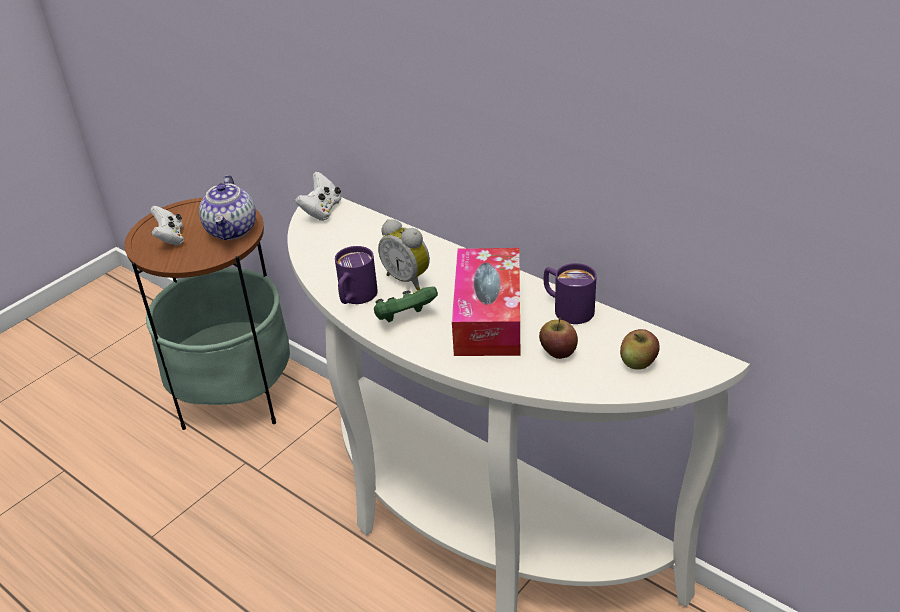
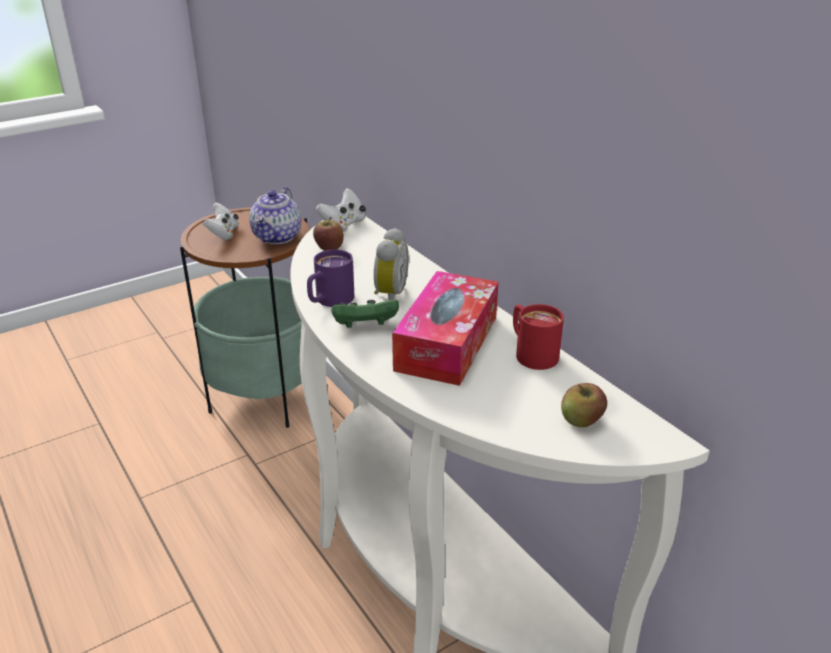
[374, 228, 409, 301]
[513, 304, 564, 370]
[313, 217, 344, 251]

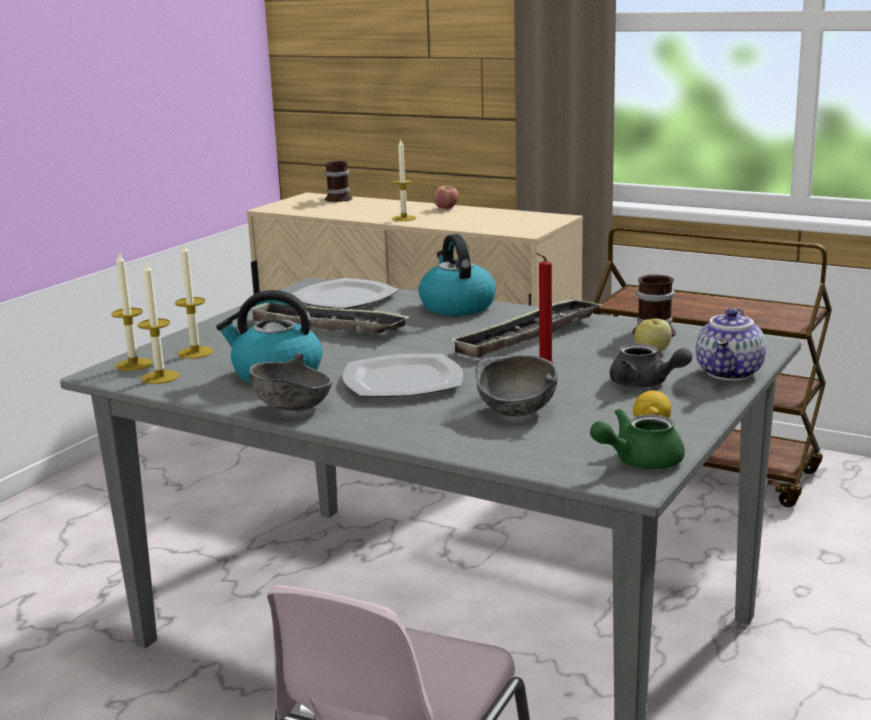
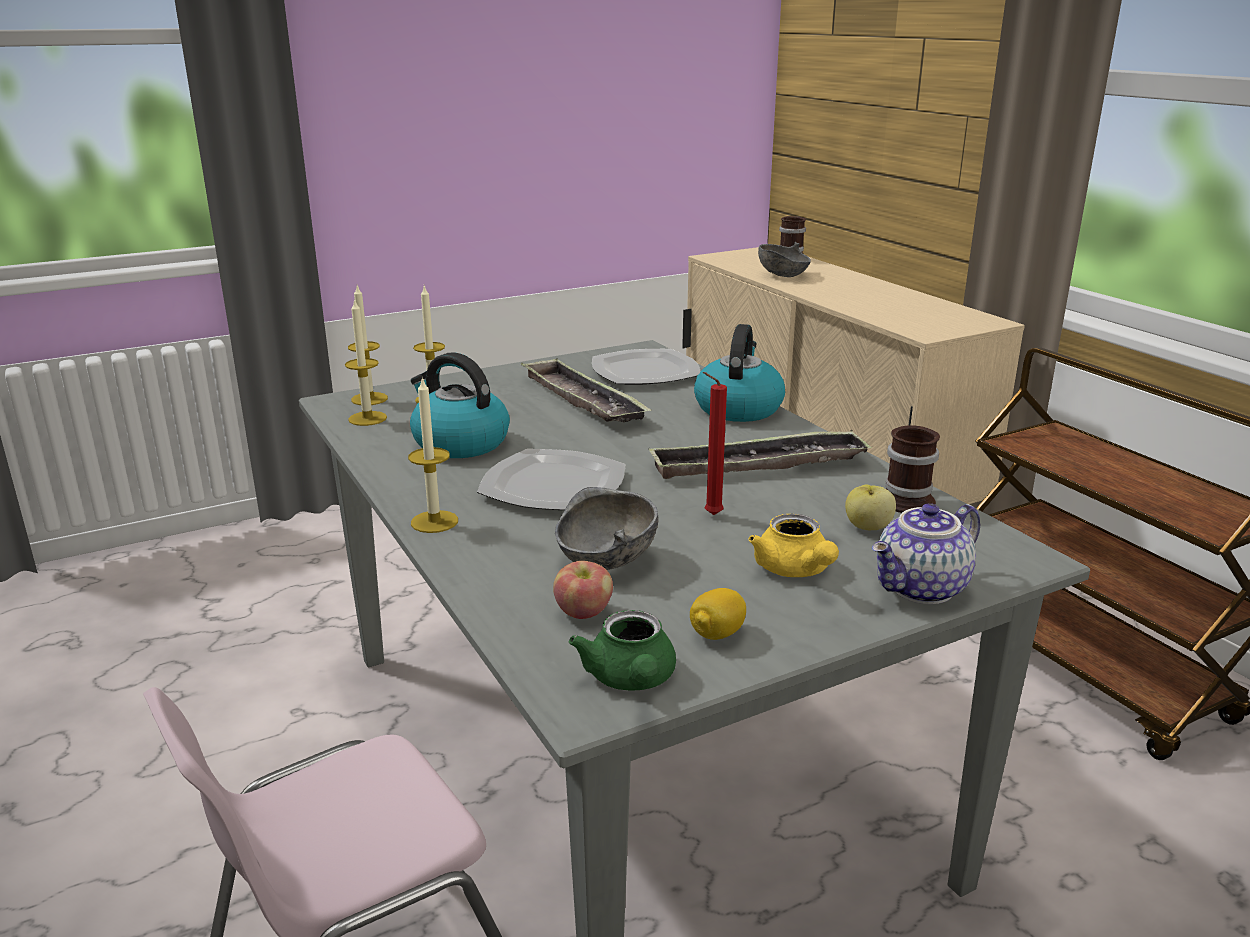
[408, 376, 458, 533]
[553, 561, 613, 619]
[748, 514, 839, 577]
[758, 242, 811, 277]
[569, 610, 676, 691]

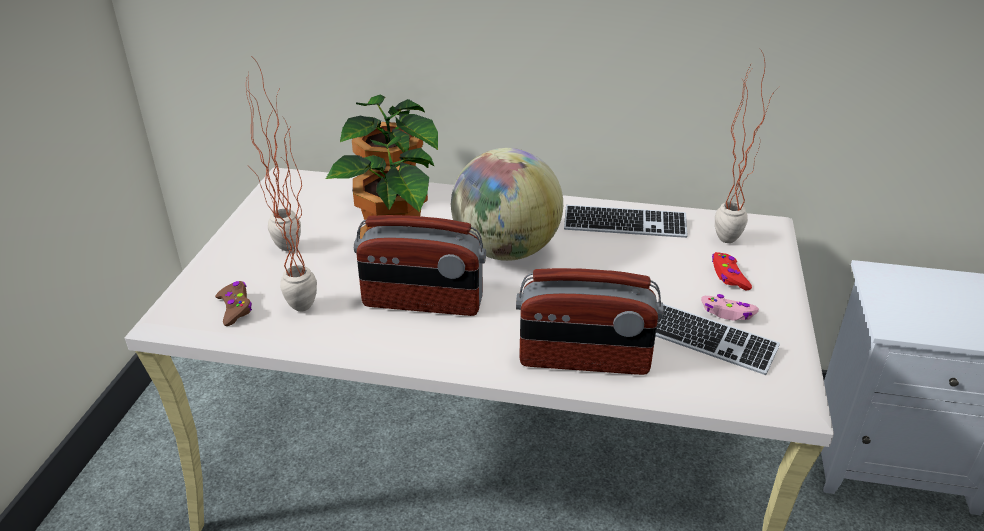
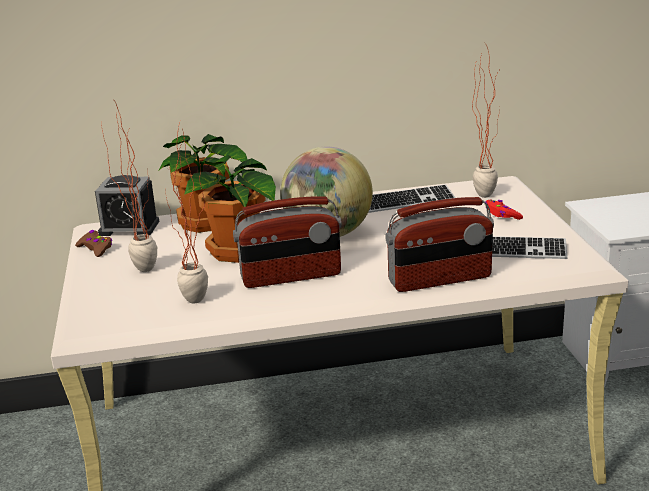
[75, 230, 112, 257]
[701, 294, 759, 321] (first image)
[95, 175, 159, 236]

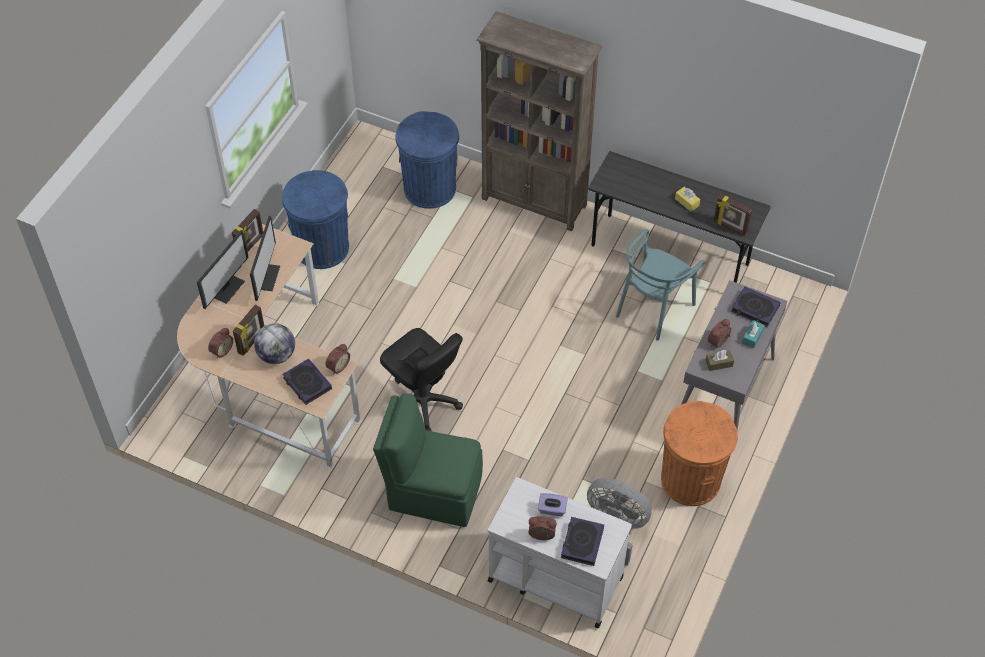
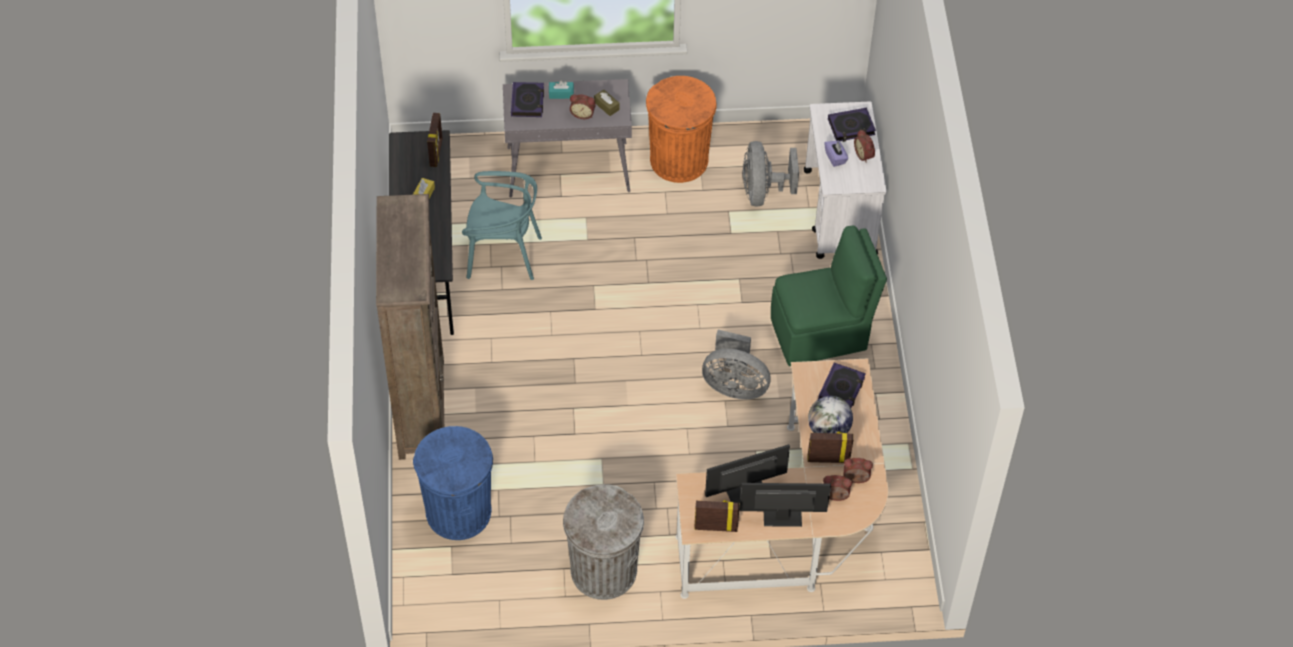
[563, 484, 644, 600]
[702, 330, 771, 400]
[823, 475, 852, 501]
[771, 225, 887, 366]

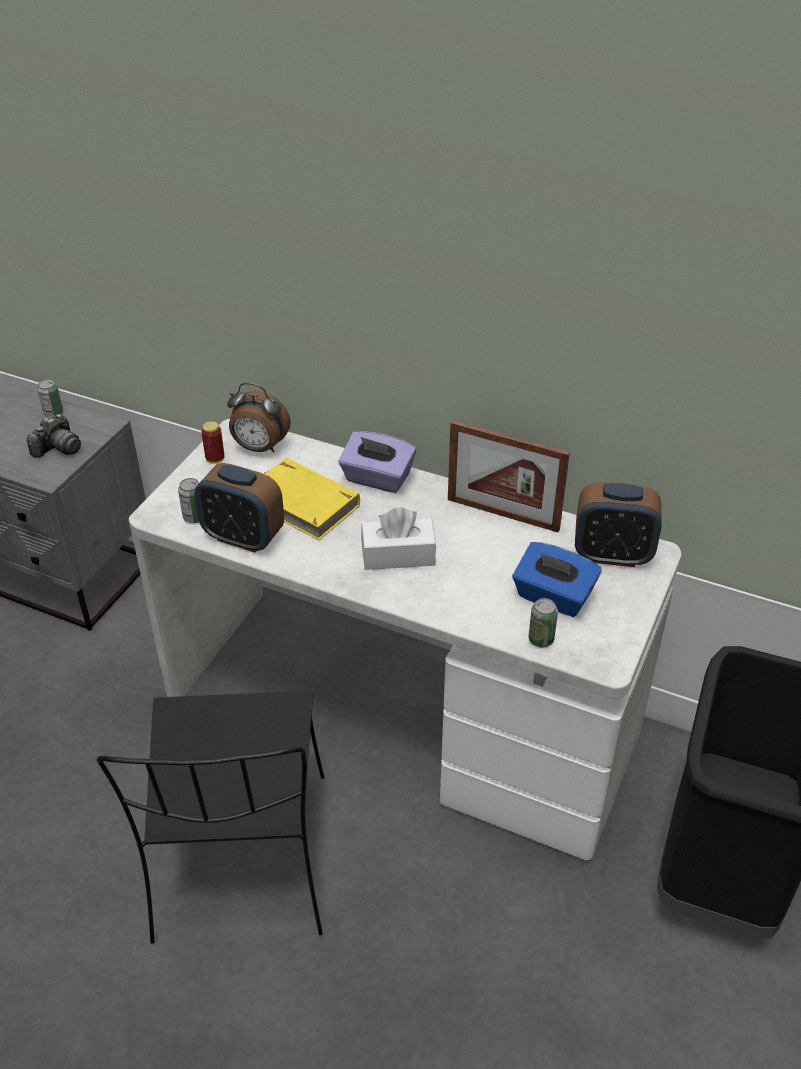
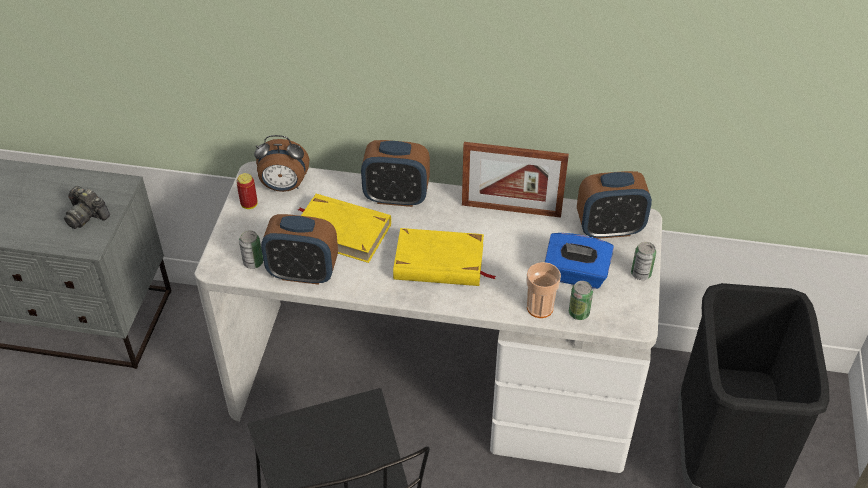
[631, 242, 656, 280]
[64, 186, 110, 229]
[361, 140, 430, 207]
[393, 228, 496, 286]
[526, 262, 561, 318]

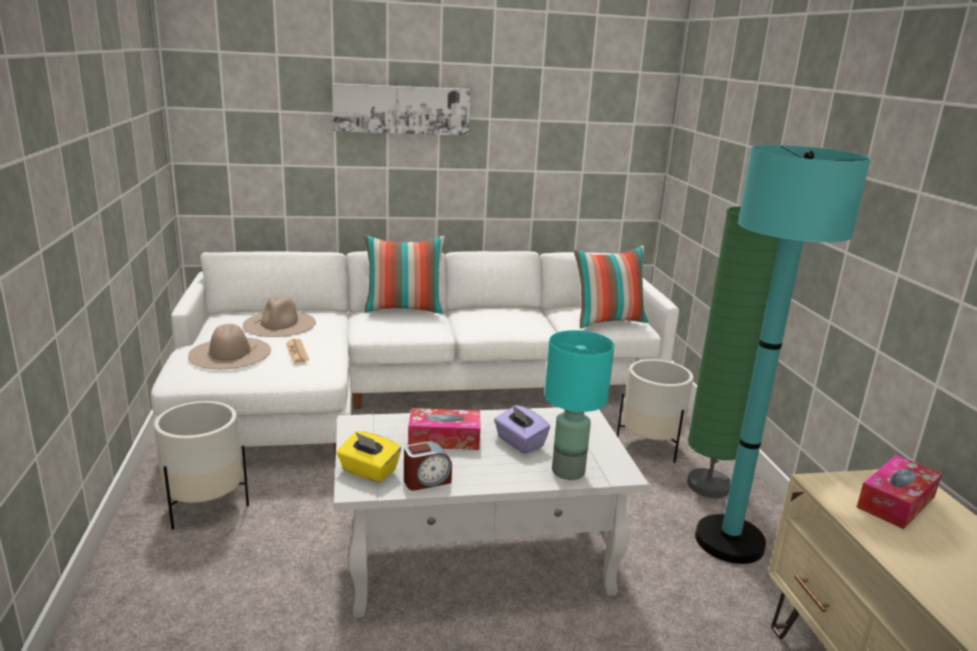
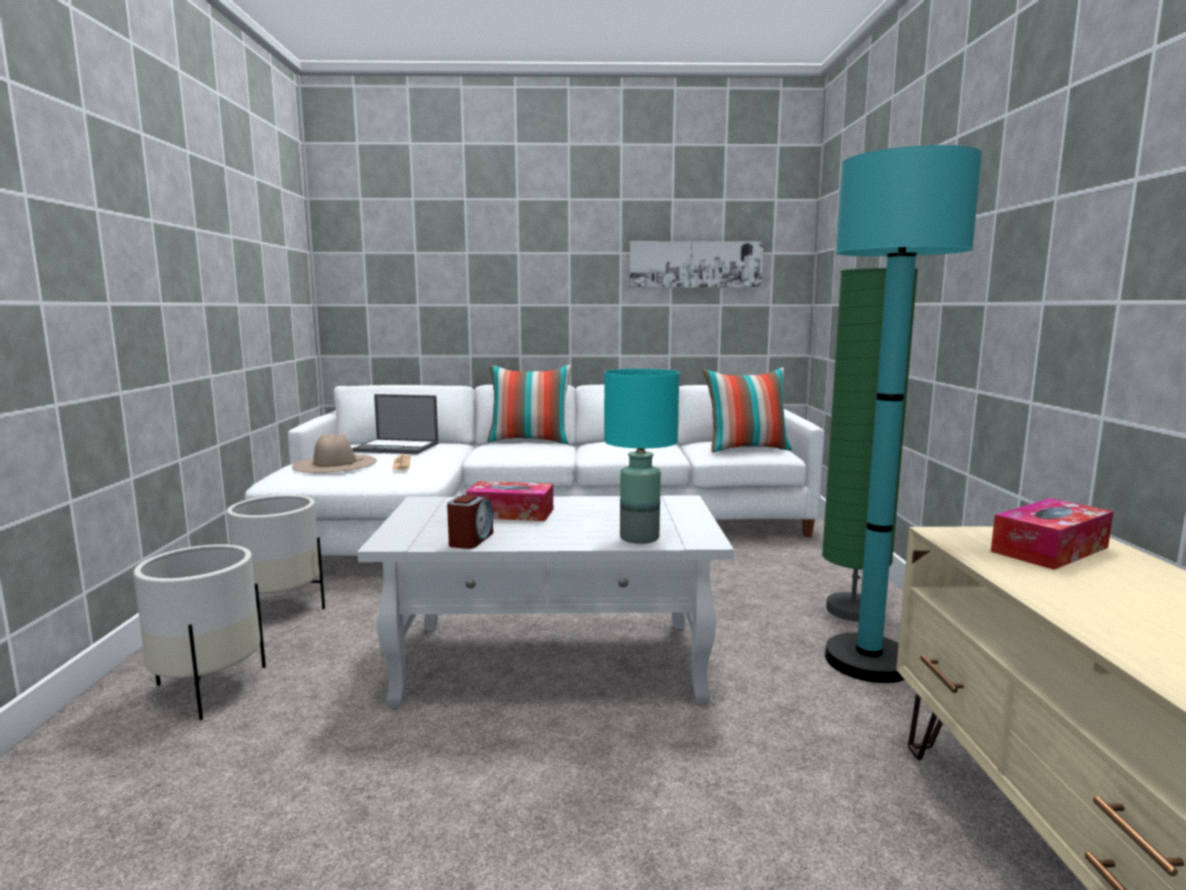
[629, 241, 763, 287]
[352, 394, 439, 454]
[133, 544, 266, 720]
[494, 404, 550, 454] (first image)
[337, 431, 401, 483] (first image)
[447, 495, 493, 549]

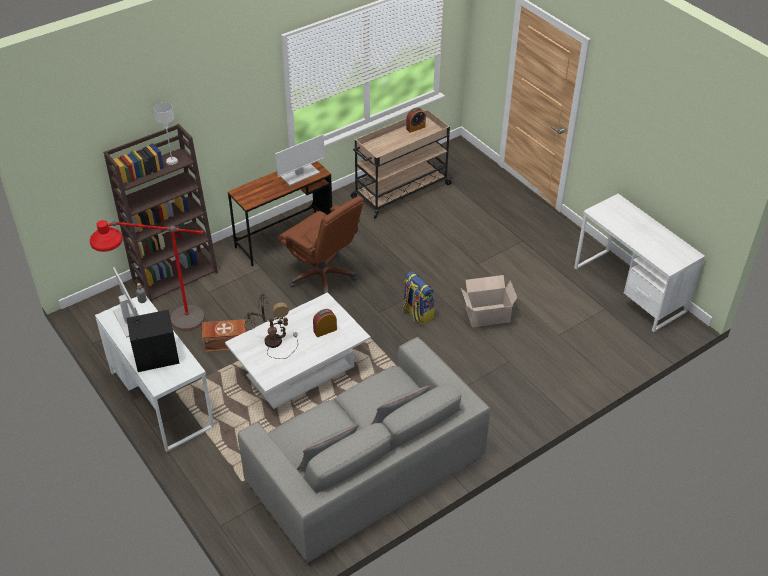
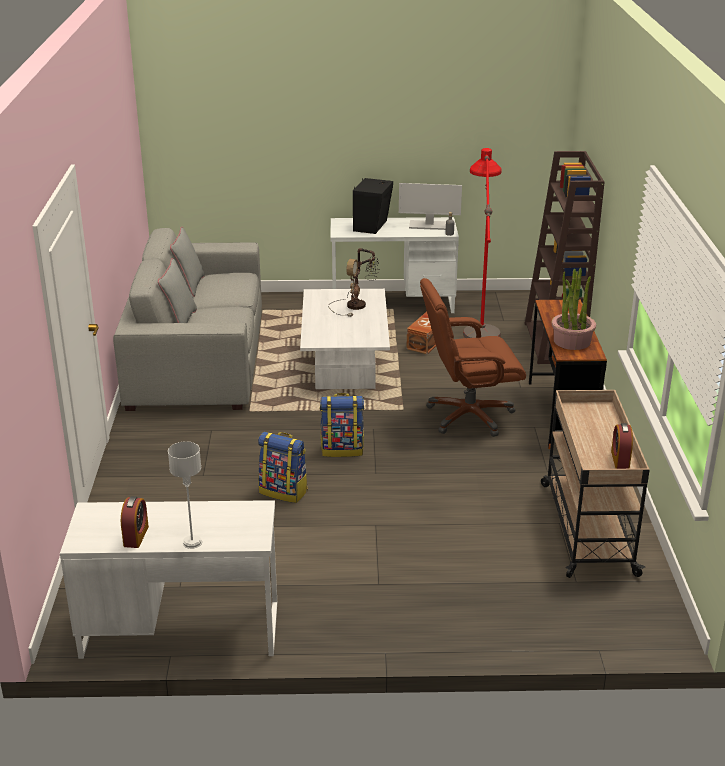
[168, 441, 202, 549]
[551, 268, 596, 350]
[258, 432, 308, 503]
[121, 496, 149, 548]

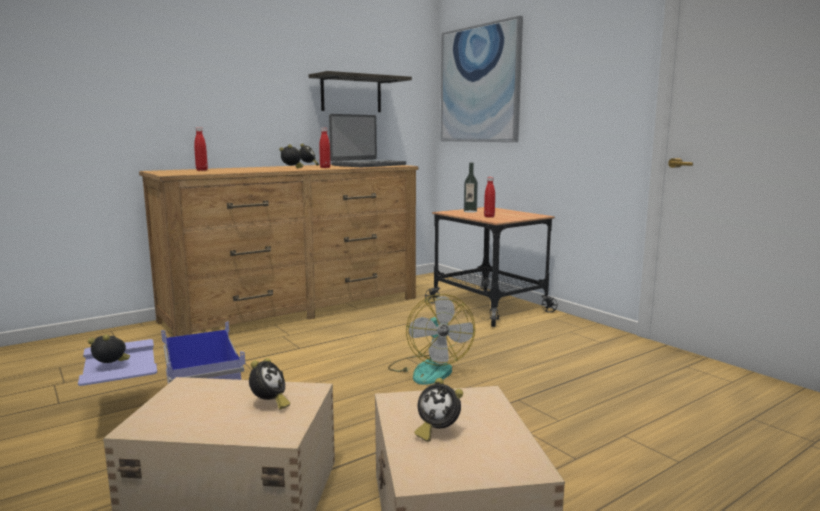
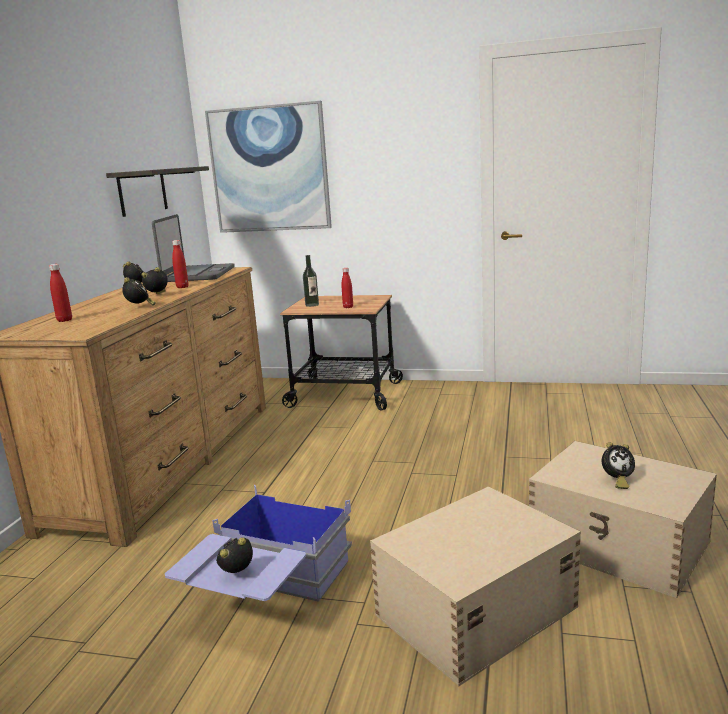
[388, 294, 475, 385] (first image)
[122, 277, 155, 306]

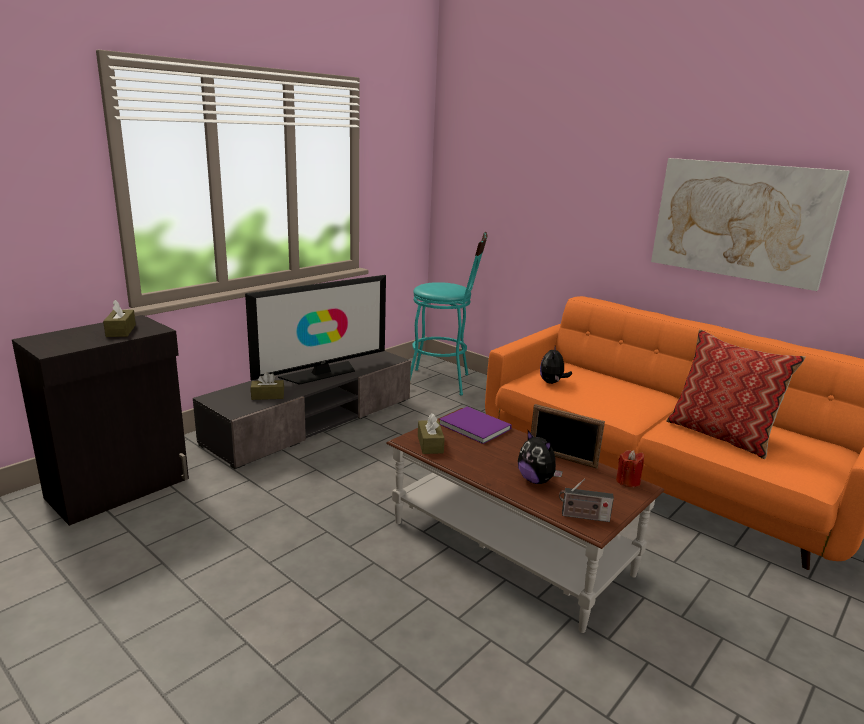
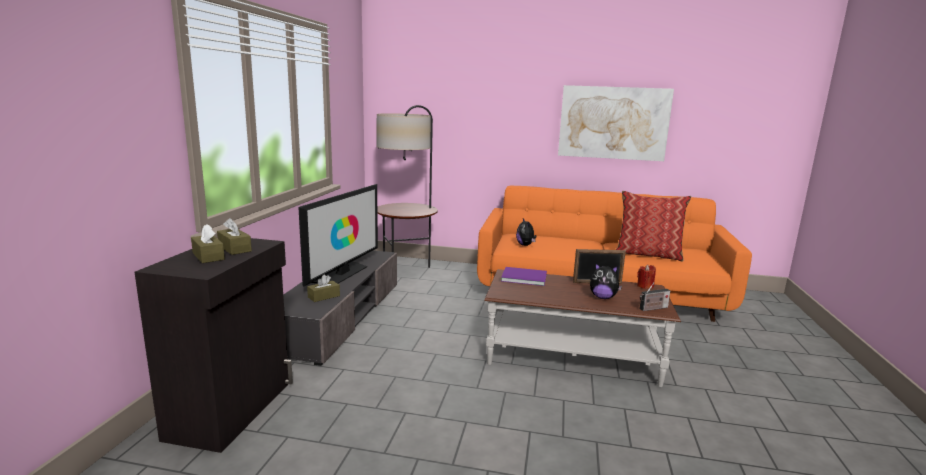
[377, 105, 438, 268]
[191, 224, 225, 263]

